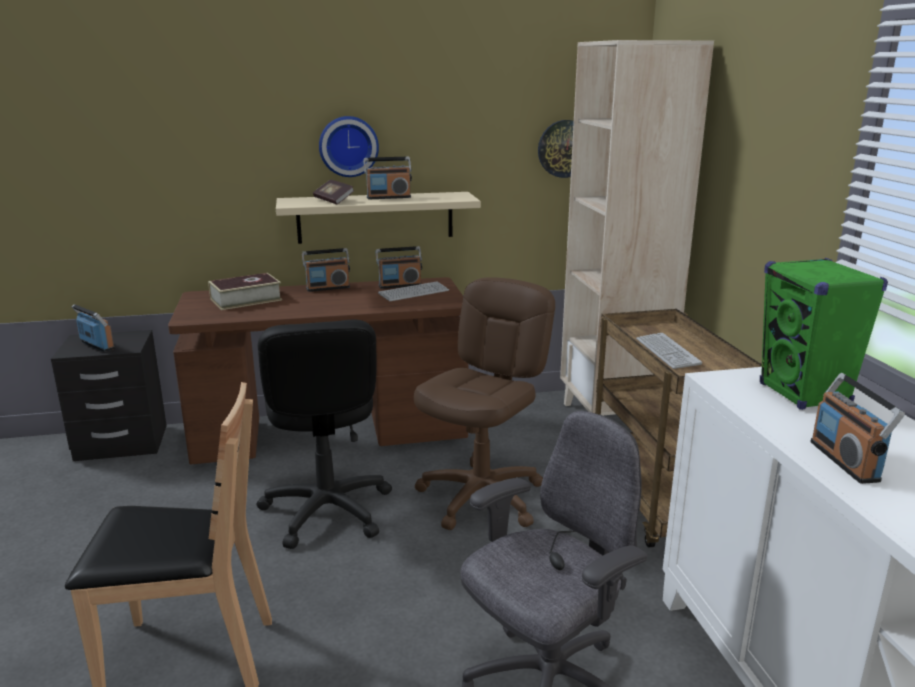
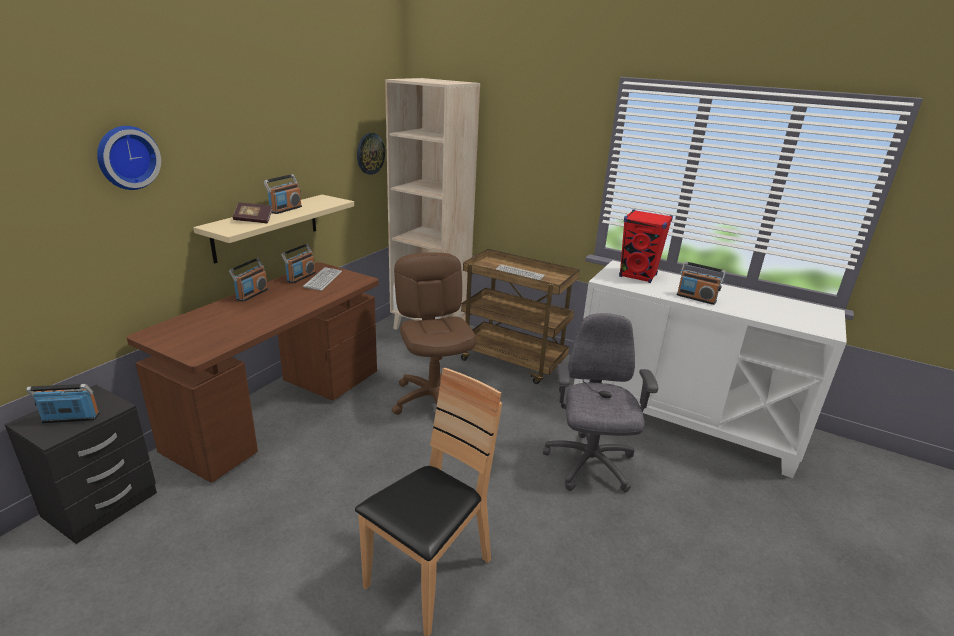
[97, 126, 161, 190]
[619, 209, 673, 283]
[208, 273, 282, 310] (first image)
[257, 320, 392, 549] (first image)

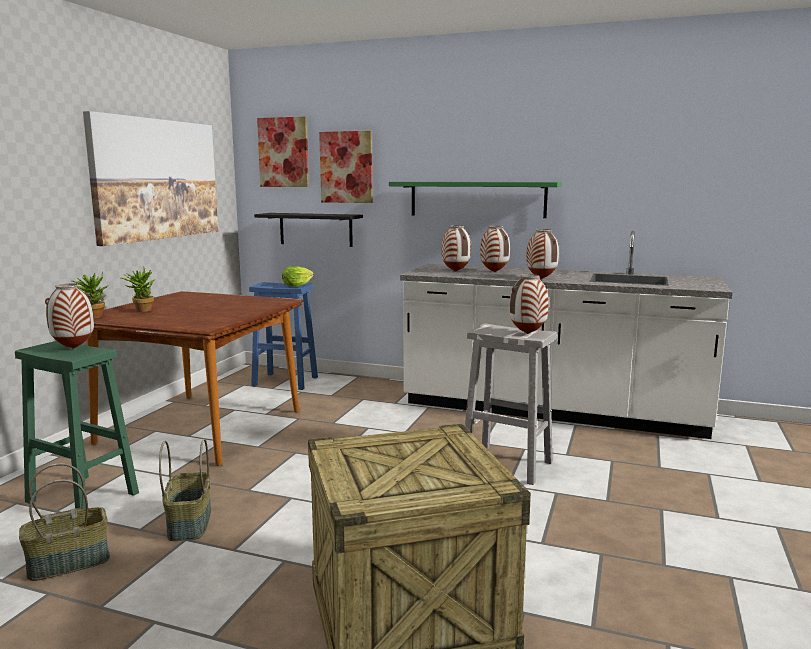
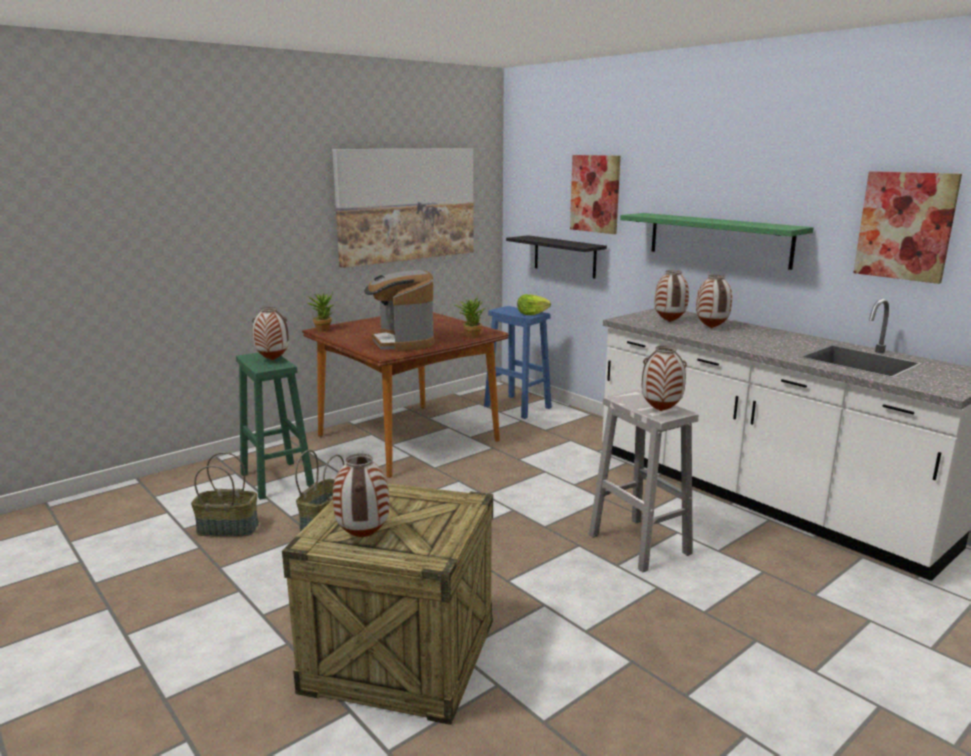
[853, 171, 962, 284]
[333, 454, 389, 537]
[454, 297, 485, 338]
[364, 270, 434, 352]

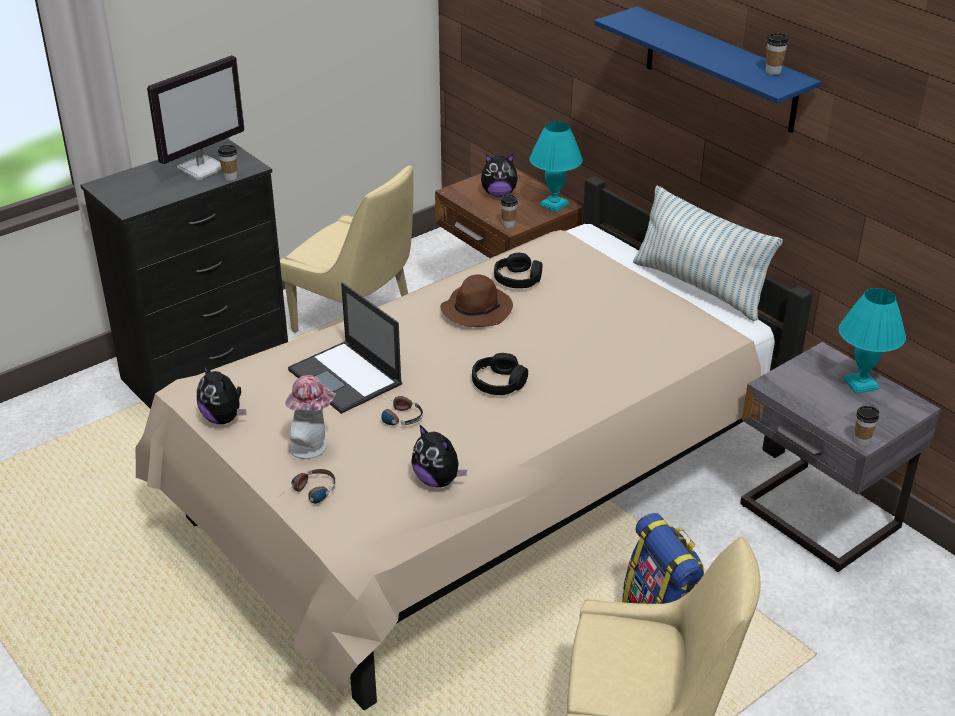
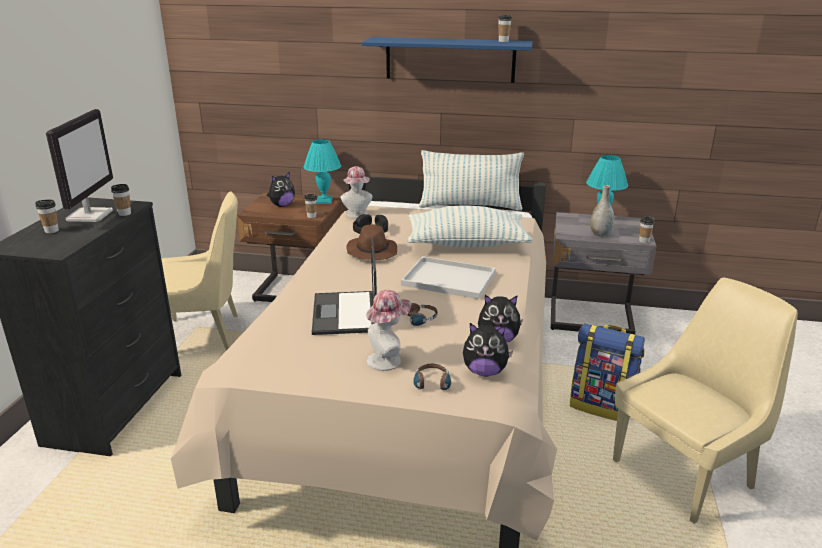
[312, 238, 377, 335]
[401, 256, 496, 299]
[463, 323, 513, 376]
[340, 166, 372, 218]
[590, 185, 614, 237]
[35, 199, 59, 233]
[407, 205, 533, 247]

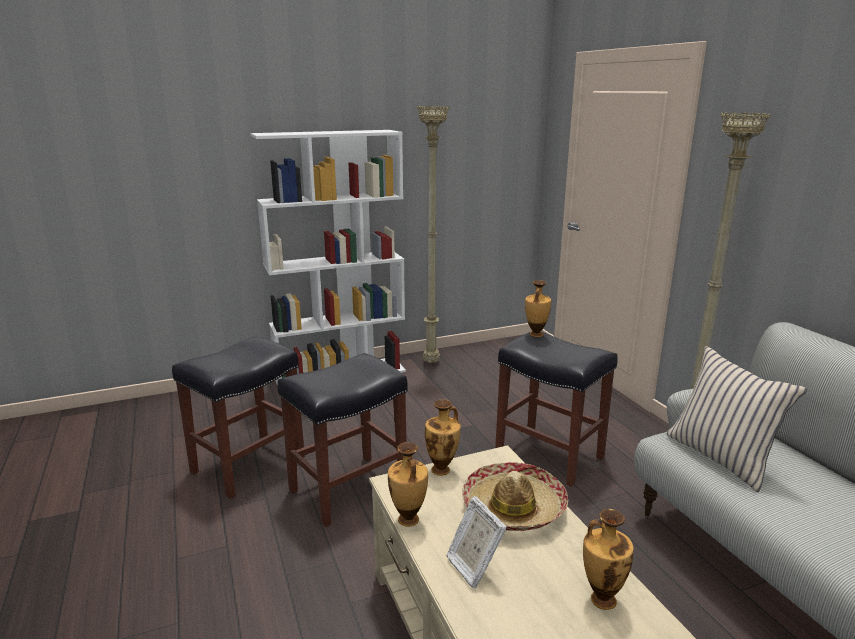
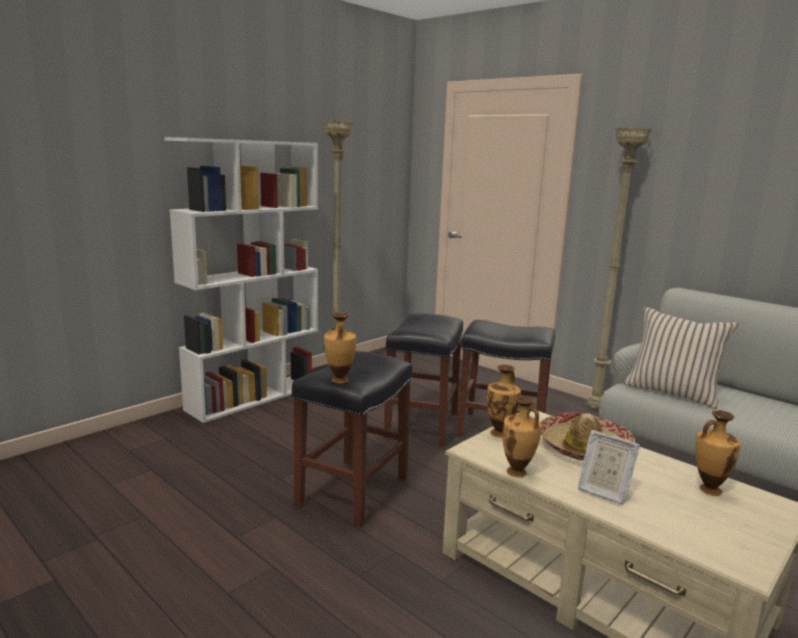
[324, 312, 356, 383]
[383, 313, 463, 446]

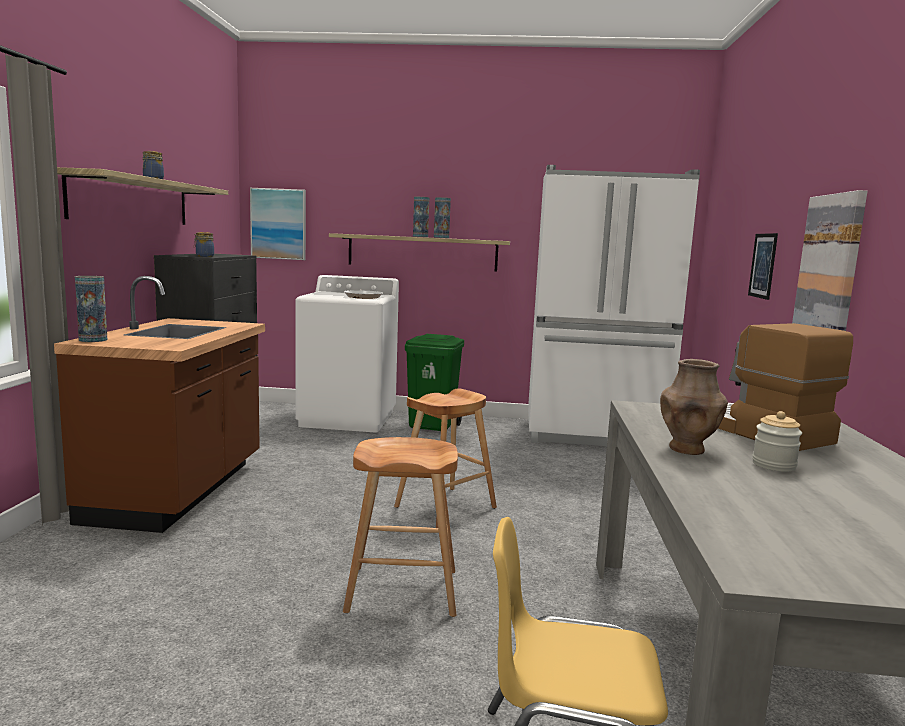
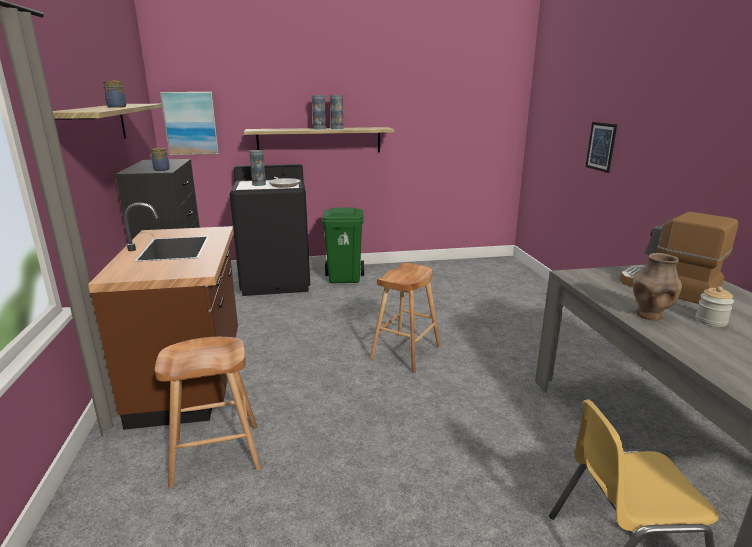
[528, 165, 700, 446] (first image)
[792, 190, 868, 331] (first image)
[230, 164, 310, 296]
[249, 150, 266, 186]
[155, 337, 261, 488]

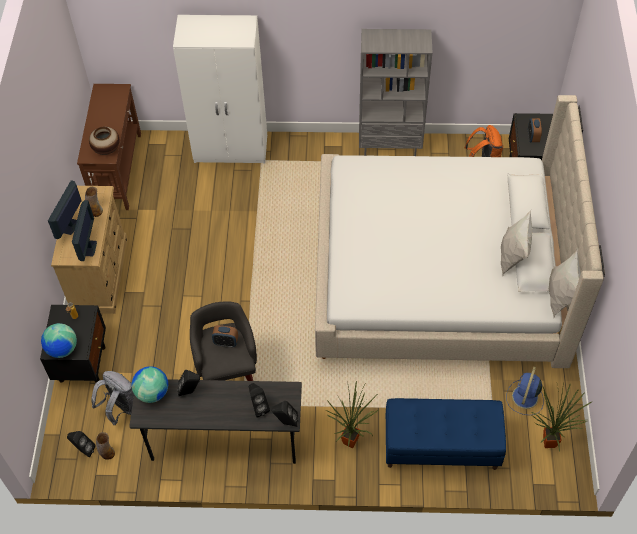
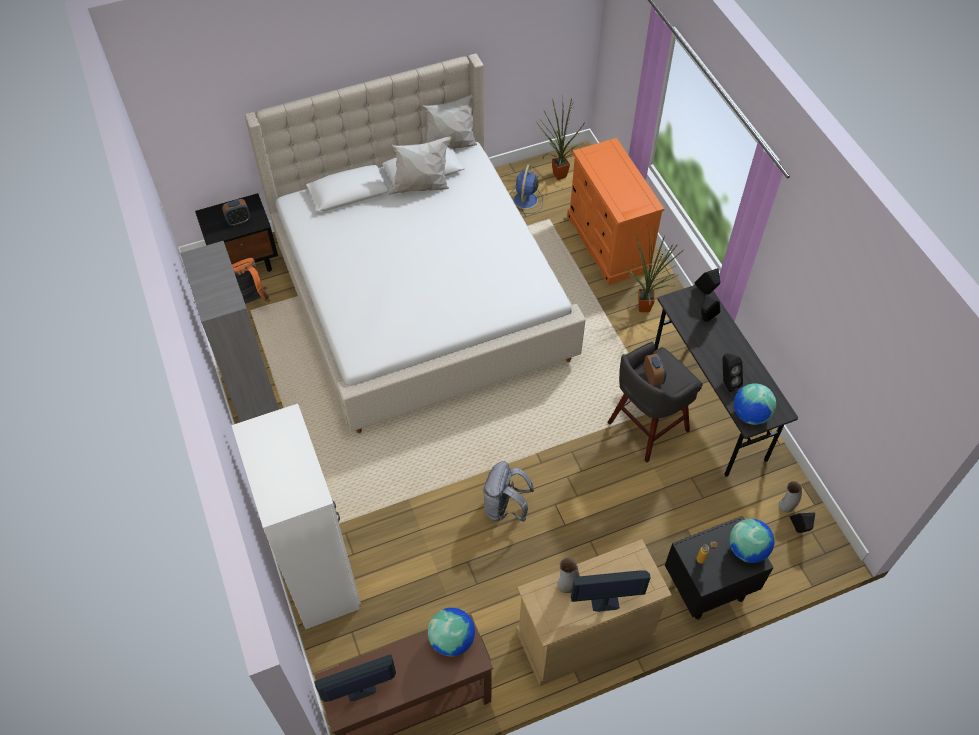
[428, 608, 475, 656]
[314, 654, 396, 702]
[510, 164, 543, 214]
[483, 461, 534, 522]
[567, 138, 665, 285]

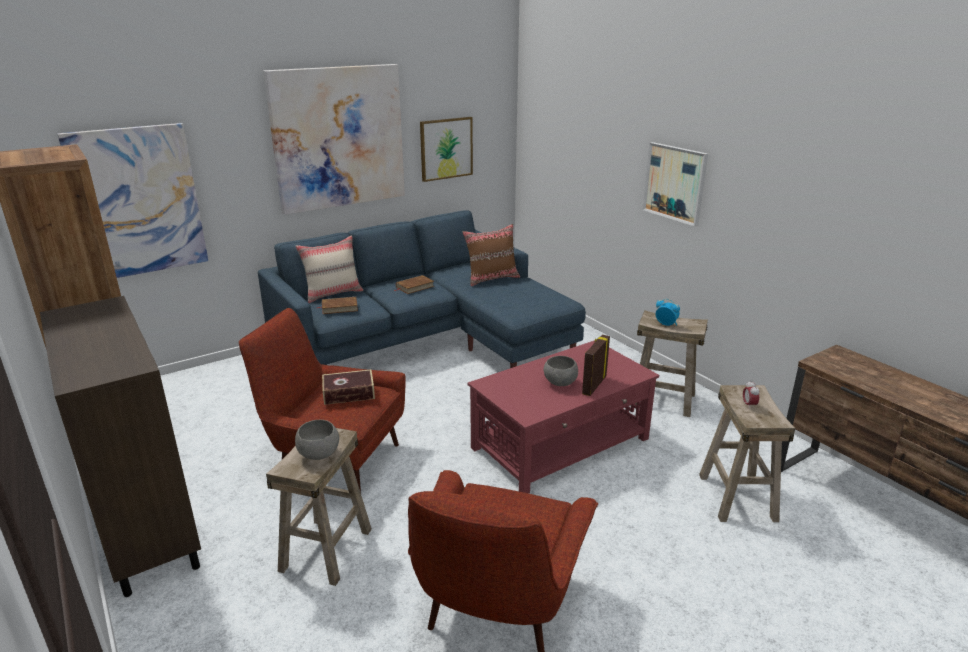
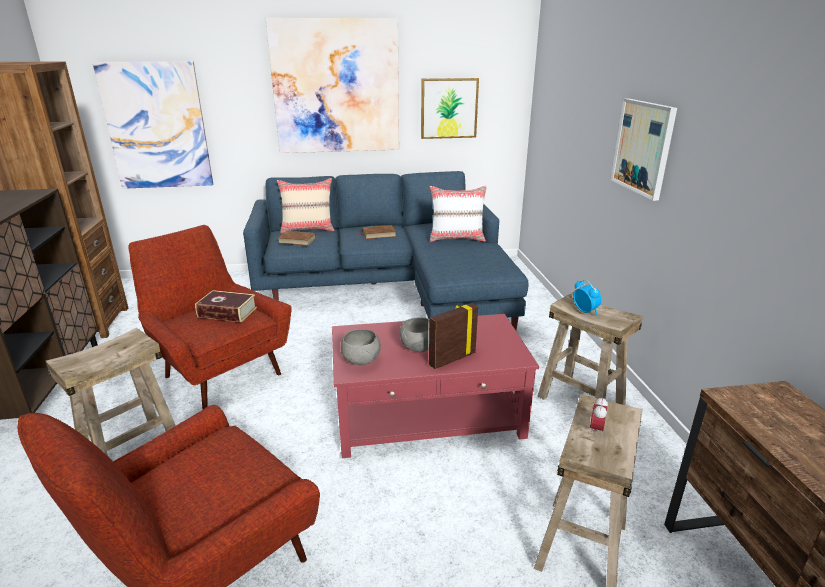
[430, 186, 487, 242]
[341, 329, 381, 365]

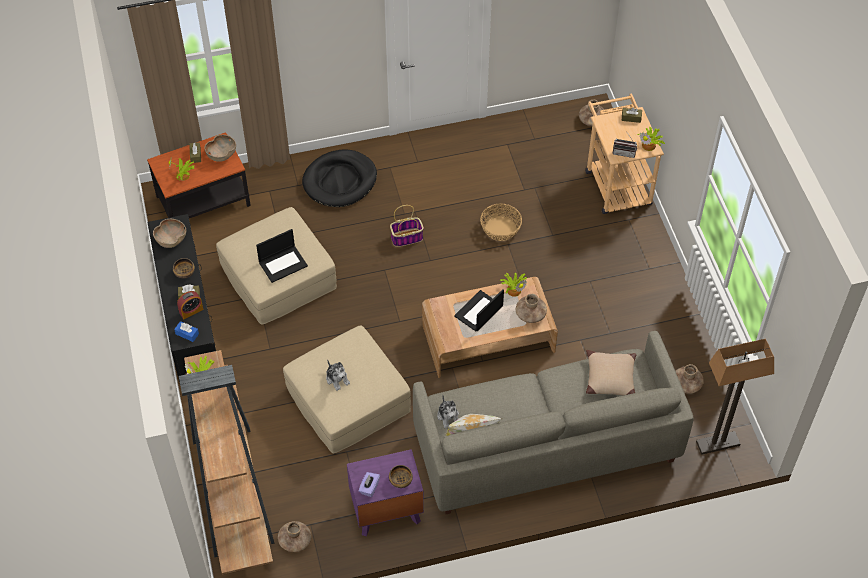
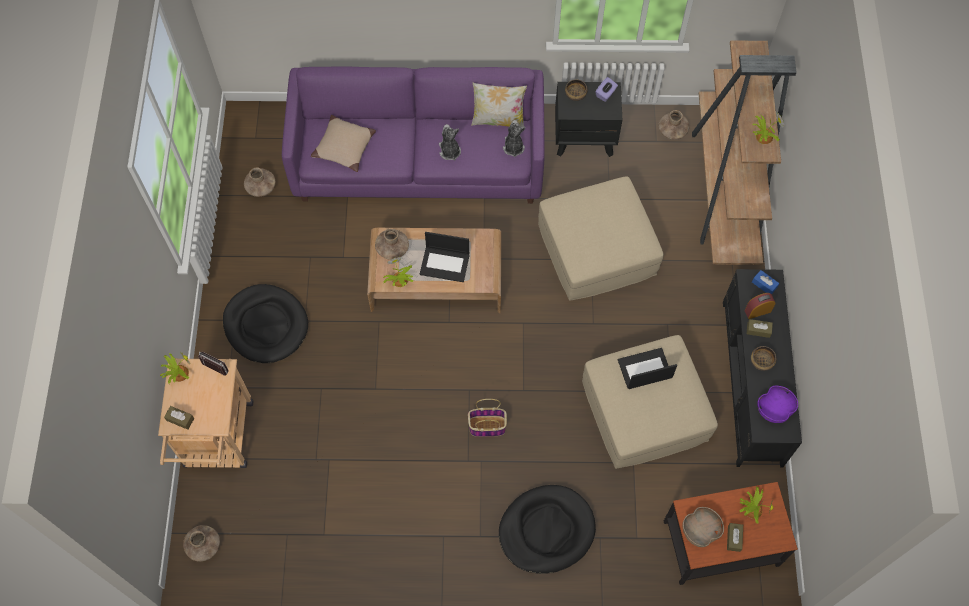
[480, 203, 522, 241] (first image)
[757, 385, 798, 423]
[420, 232, 469, 282]
[282, 67, 545, 204]
[696, 338, 774, 455] (first image)
[439, 124, 461, 161]
[555, 82, 622, 157]
[223, 284, 308, 363]

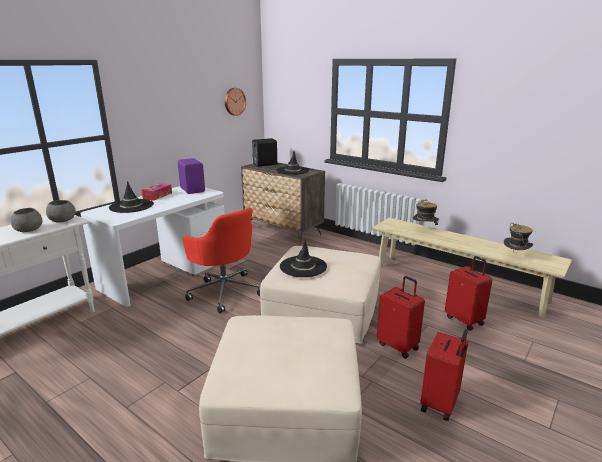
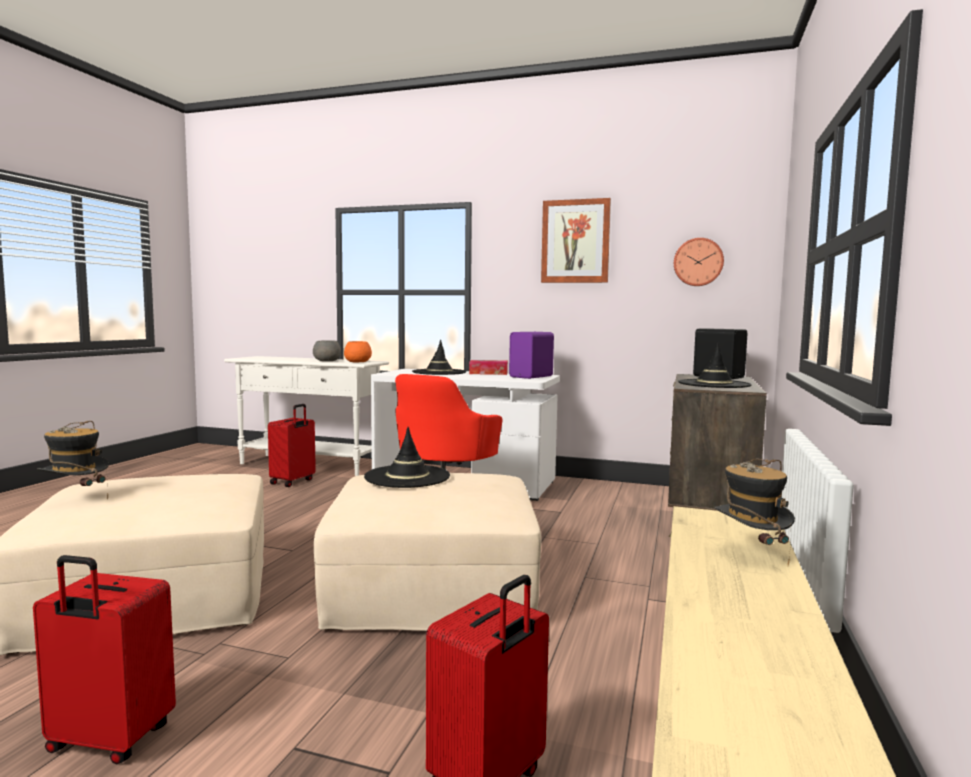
[344, 341, 372, 362]
[37, 421, 109, 499]
[268, 404, 316, 487]
[541, 198, 611, 283]

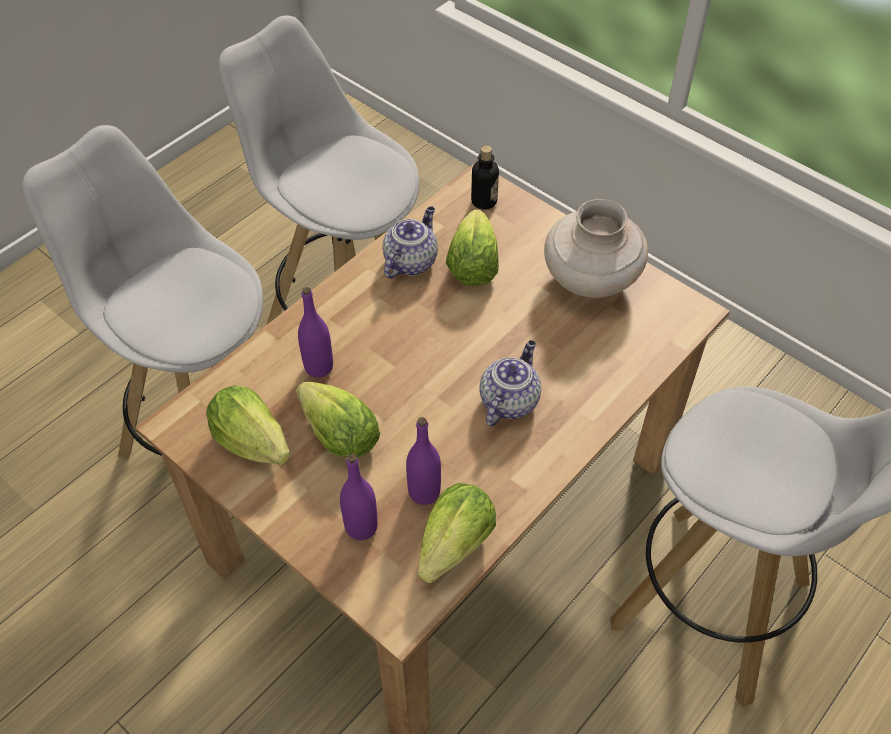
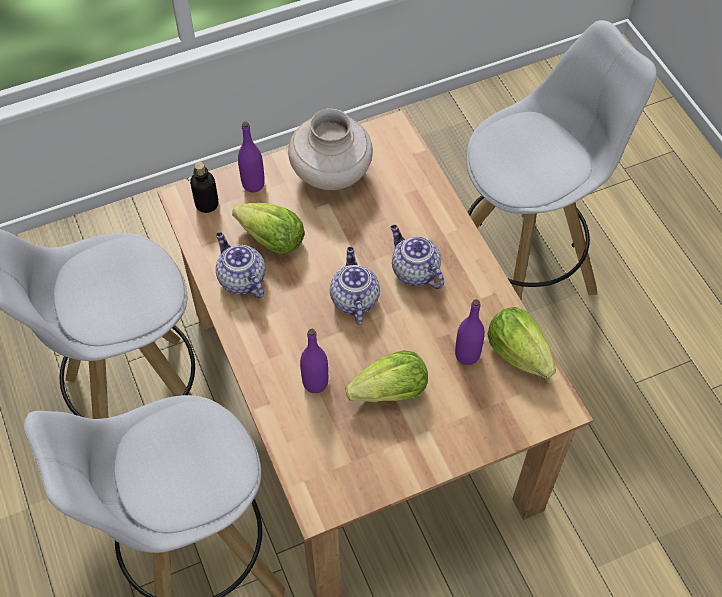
[206, 385, 290, 465] (first image)
[238, 122, 265, 192]
[330, 247, 380, 325]

